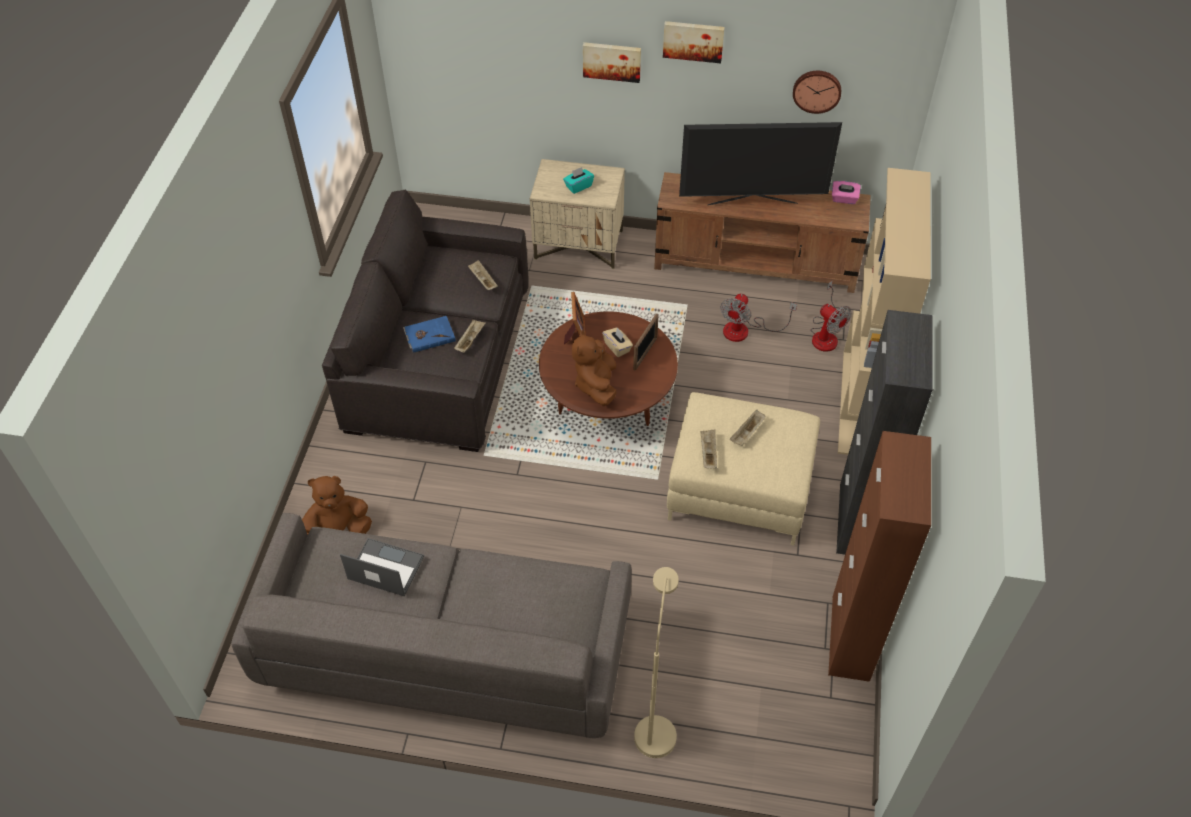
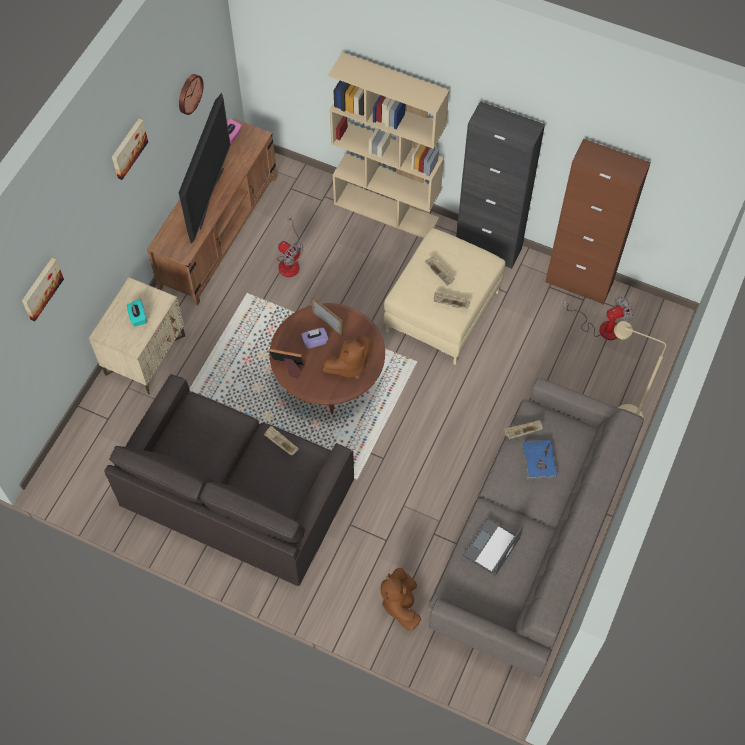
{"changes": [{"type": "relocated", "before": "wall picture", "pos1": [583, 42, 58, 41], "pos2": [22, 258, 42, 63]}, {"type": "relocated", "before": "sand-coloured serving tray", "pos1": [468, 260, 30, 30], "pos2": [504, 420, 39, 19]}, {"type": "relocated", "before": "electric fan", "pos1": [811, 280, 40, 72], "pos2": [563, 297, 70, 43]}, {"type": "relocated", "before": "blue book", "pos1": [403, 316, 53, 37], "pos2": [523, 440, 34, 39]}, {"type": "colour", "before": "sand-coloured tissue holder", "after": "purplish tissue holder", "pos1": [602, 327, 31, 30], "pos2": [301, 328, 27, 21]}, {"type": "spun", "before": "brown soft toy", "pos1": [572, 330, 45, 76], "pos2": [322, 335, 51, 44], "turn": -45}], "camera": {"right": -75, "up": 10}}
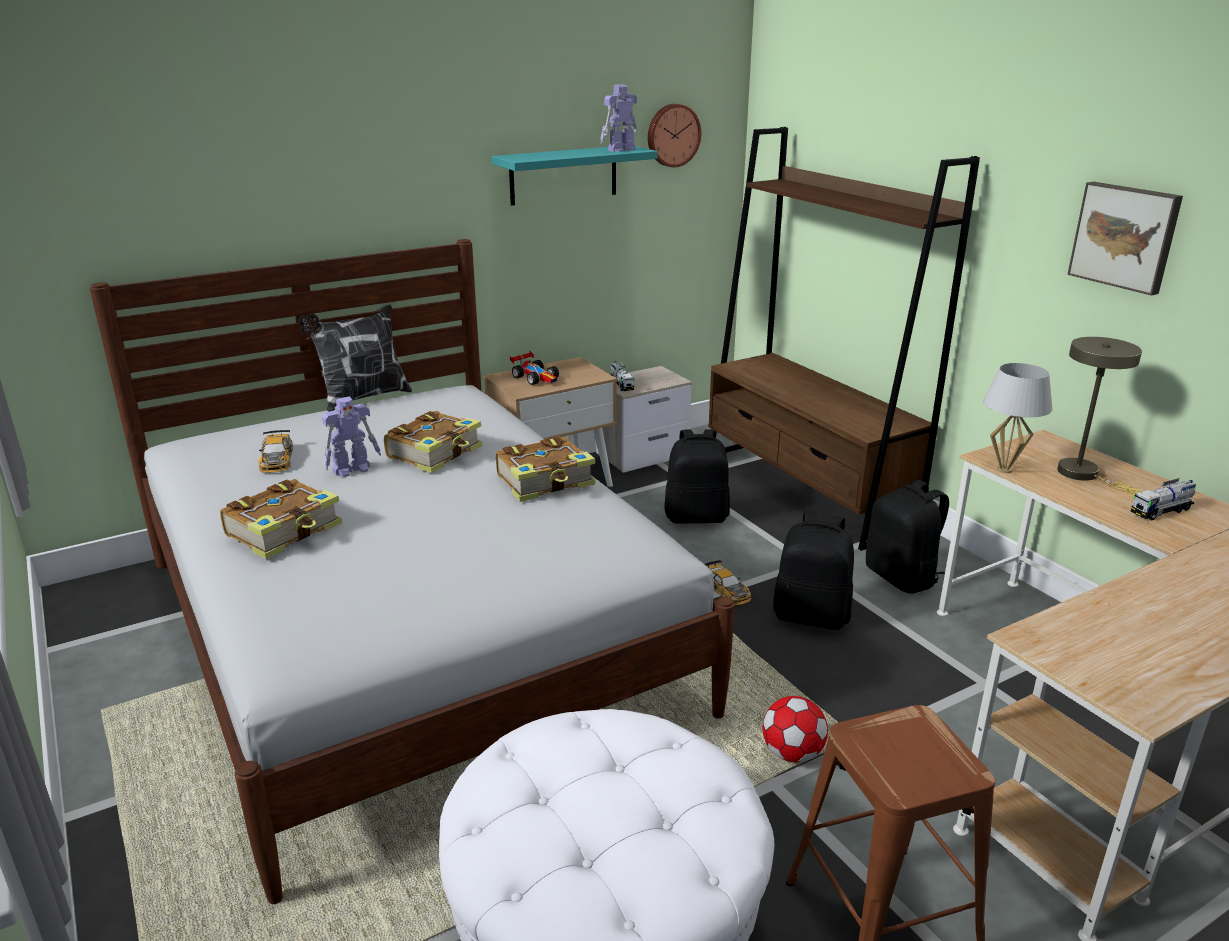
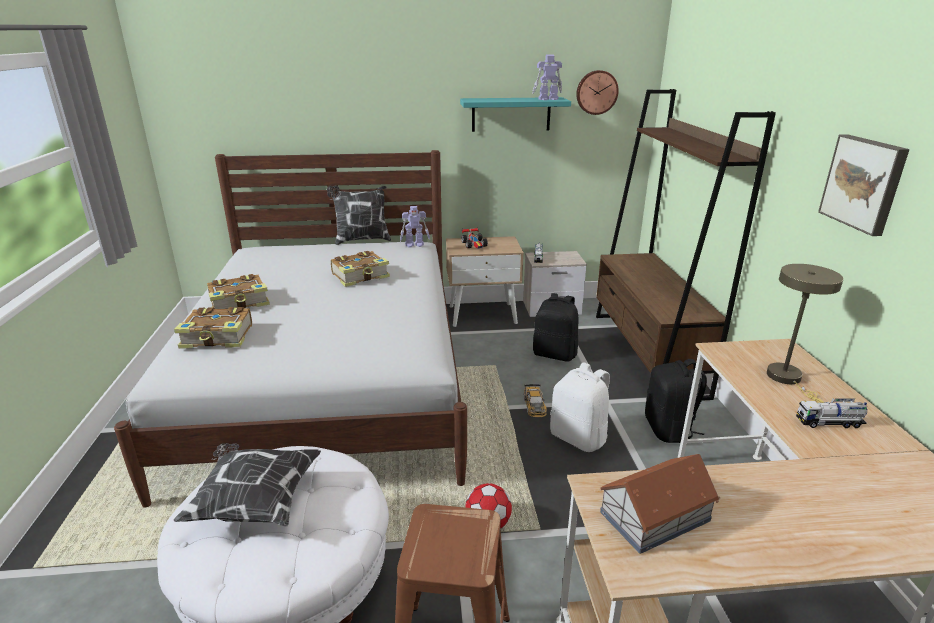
{"changes": [{"type": "missing", "before": "white-coloured lamp for a table", "pos1": [983, 363, 69, 110]}, {"type": "relocated", "before": "robot figure", "pos1": [322, 397, 59, 80], "pos2": [400, 206, 30, 41]}, {"type": "missing", "before": "toy car", "pos1": [259, 430, 34, 43]}, {"type": "relocated", "before": "book", "pos1": [496, 436, 99, 66], "pos2": [174, 307, 78, 42]}, {"type": "colour", "before": "blackish backpack", "after": "white-coloured backpack", "pos1": [773, 512, 81, 118], "pos2": [550, 362, 60, 90]}, {"type": "appeared", "after": "pillow", "pos2": [174, 443, 147, 84]}, {"type": "appeared", "after": "model house", "pos2": [600, 454, 120, 100]}], "camera": {"right": 25, "up": 0}}
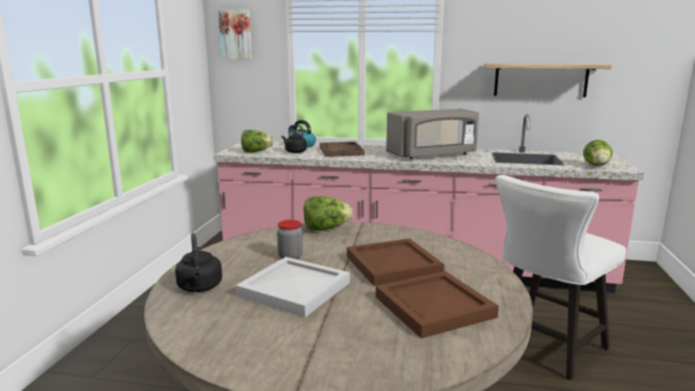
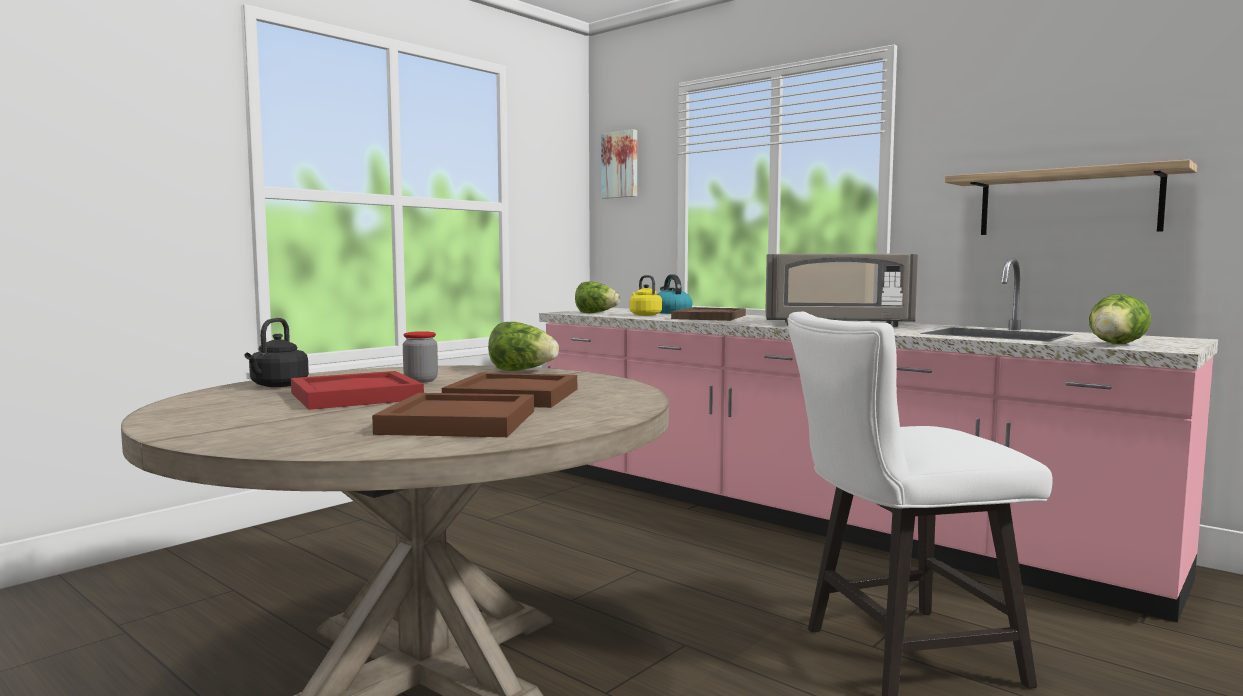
{"changes": [{"type": "colour", "before": "blackish water kettle", "after": "yellow water kettle", "pos1": [282, 125, 25, 28], "pos2": [630, 275, 32, 41]}, {"type": "colour", "before": "white-coloured serving tray", "after": "red serving tray", "pos1": [236, 257, 114, 60], "pos2": [291, 371, 133, 39]}], "camera": {"right": 30, "up": -10}}
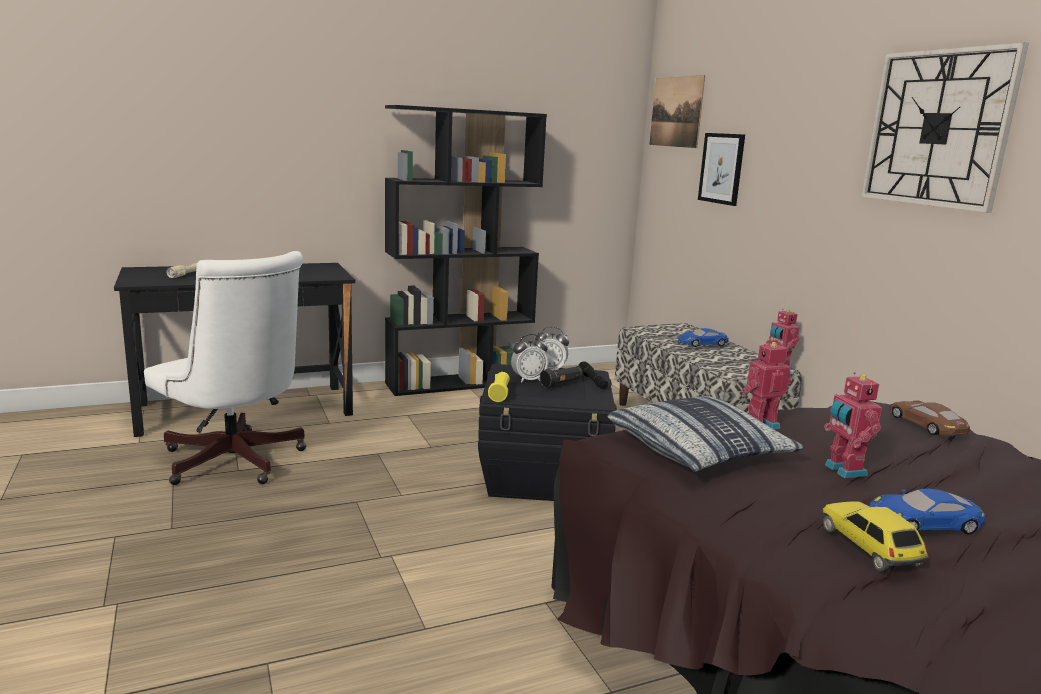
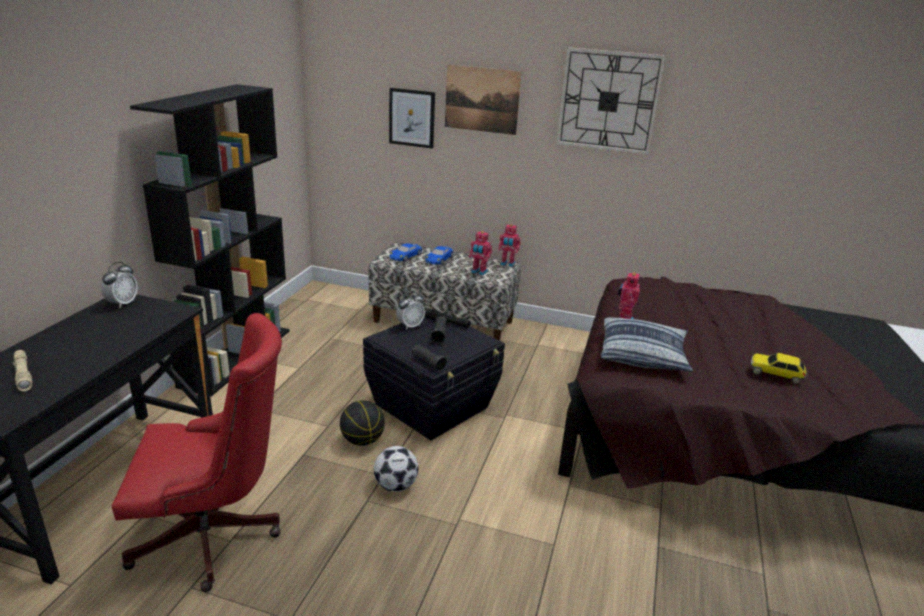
{"changes": [{"type": "relocated", "before": "wall picture", "pos1": [649, 75, 56, 73], "pos2": [445, 65, 77, 70]}, {"type": "colour", "before": "white-coloured desk chair", "after": "red desk chair", "pos1": [144, 251, 162, 234], "pos2": [112, 313, 170, 279]}, {"type": "relocated", "before": "bedside clock", "pos1": [511, 334, 37, 49], "pos2": [101, 262, 37, 47]}, {"type": "colour", "before": "yellow torch", "after": "blackish torch", "pos1": [488, 372, 22, 30], "pos2": [412, 344, 35, 27]}, {"type": "relocated", "before": "robot figure", "pos1": [824, 372, 58, 106], "pos2": [469, 231, 23, 44]}, {"type": "missing", "before": "brown toy car", "pos1": [889, 400, 81, 36]}, {"type": "relocated", "before": "blue toy car", "pos1": [869, 489, 116, 46], "pos2": [390, 243, 32, 18]}, {"type": "appeared", "after": "basketball ball", "pos2": [340, 400, 45, 46]}, {"type": "appeared", "after": "ball for football", "pos2": [374, 446, 44, 46]}], "camera": {"right": -50, "up": 10}}
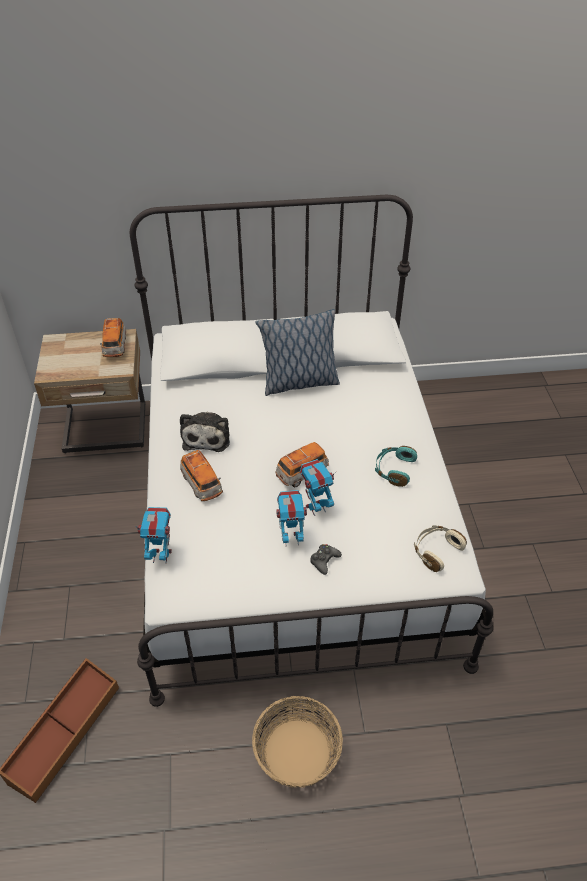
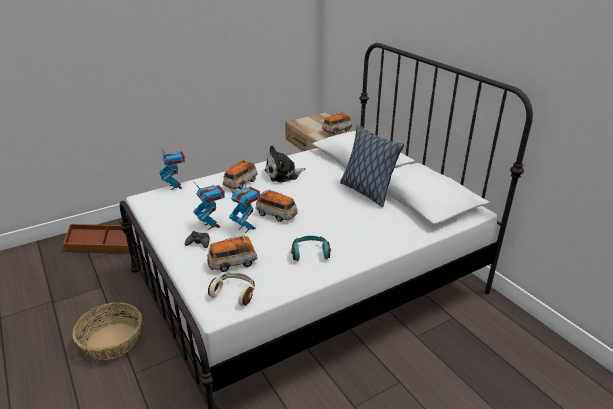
{"changes": [{"type": "appeared", "after": "toy car", "pos2": [207, 235, 50, 37]}], "camera": {"right": 65, "up": -15}}
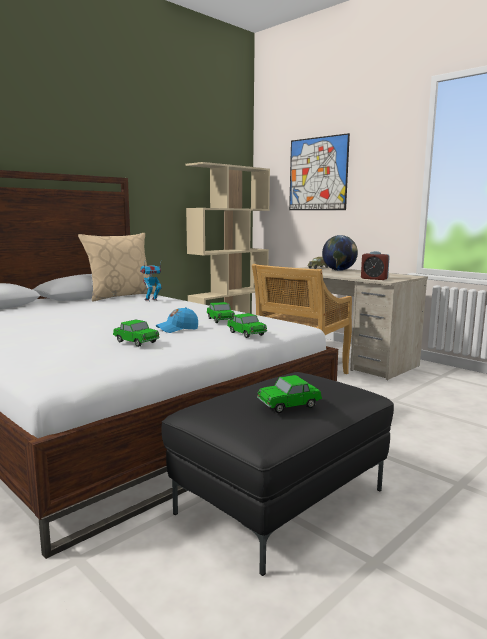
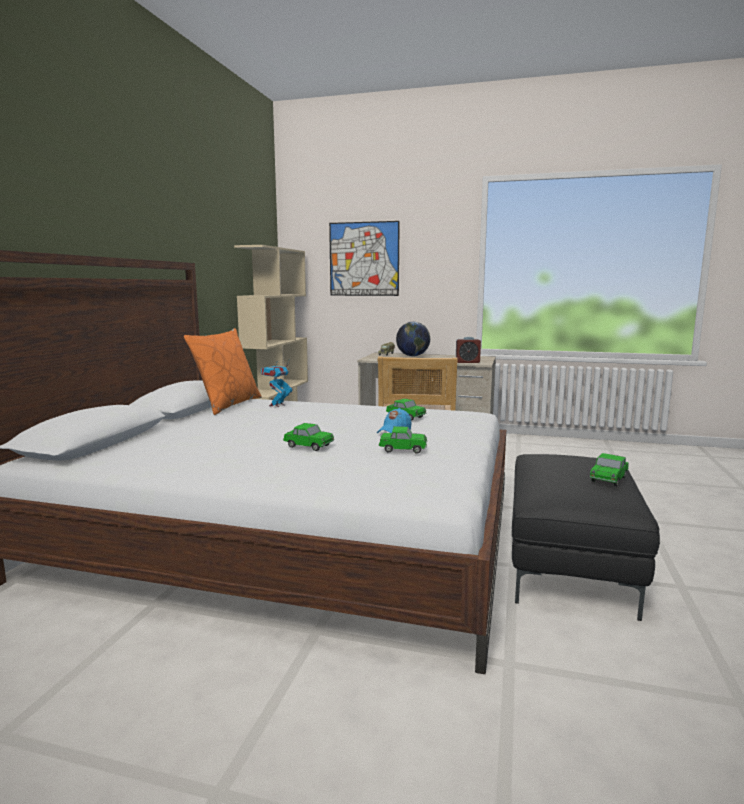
{"changes": [{"type": "colour", "before": "sand-coloured pillow", "after": "orange-coloured pillow", "pos1": [78, 233, 78, 69], "pos2": [184, 328, 78, 87]}, {"type": "relocated", "before": "toy car", "pos1": [227, 313, 40, 25], "pos2": [283, 423, 51, 28]}], "camera": {"right": -30, "up": 0}}
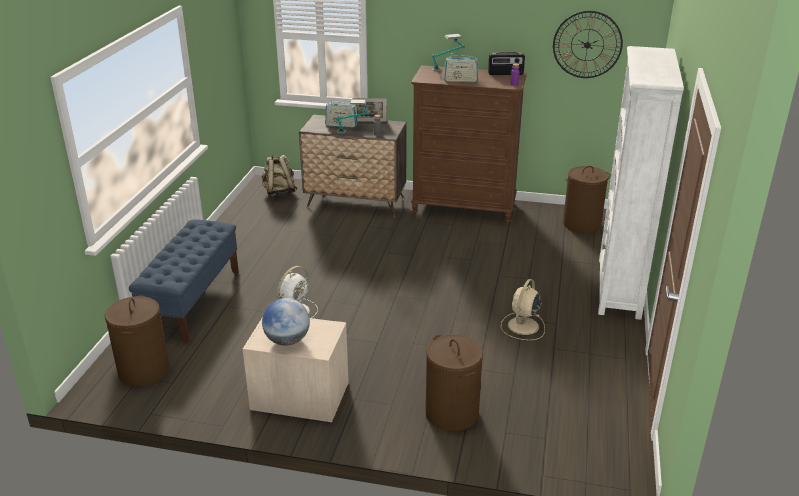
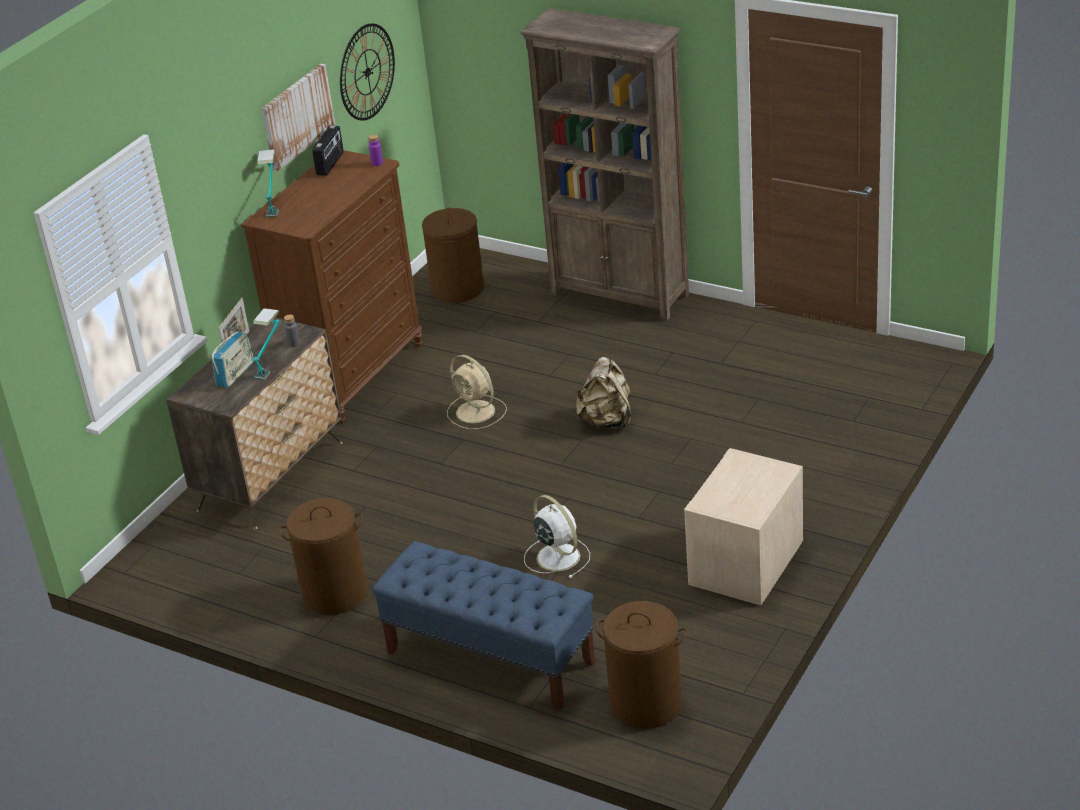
{"changes": [{"type": "colour", "before": "white-coloured bookshelf", "after": "brown bookshelf", "pos1": [598, 46, 86, 274], "pos2": [520, 8, 169, 312]}, {"type": "missing", "before": "radio receiver", "pos1": [444, 53, 34, 29]}, {"type": "relocated", "before": "sand-coloured backpack", "pos1": [262, 154, 36, 43], "pos2": [576, 357, 55, 72]}, {"type": "relocated", "before": "sand-coloured electric fan", "pos1": [501, 279, 44, 61], "pos2": [447, 355, 60, 74]}, {"type": "missing", "before": "desk globe", "pos1": [262, 298, 48, 48]}, {"type": "relocated", "before": "brown hamper", "pos1": [425, 334, 58, 97], "pos2": [279, 498, 88, 117]}, {"type": "appeared", "after": "wall picture", "pos2": [262, 64, 73, 107]}], "camera": {"right": -70, "up": 5}}
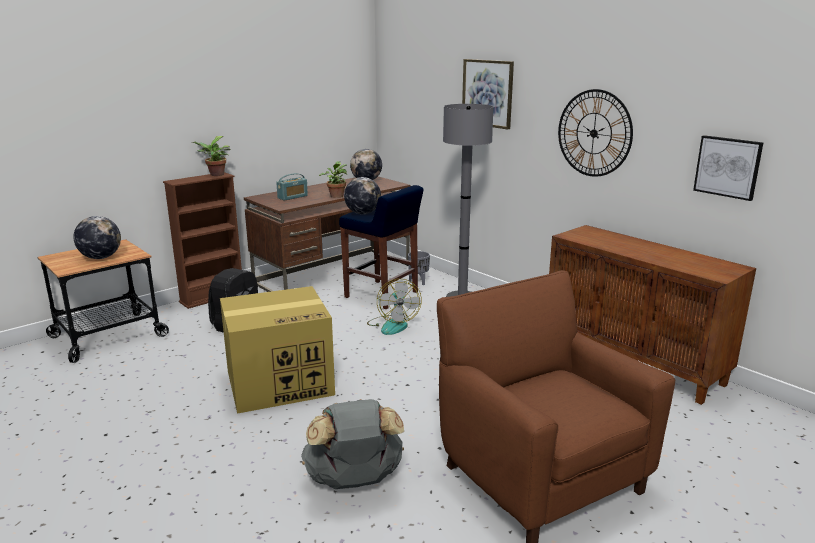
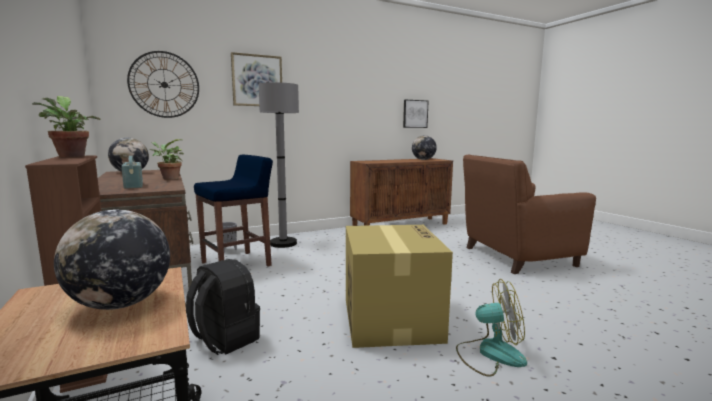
{"changes": [{"type": "relocated", "before": "clock on the wall", "pos1": [558, 89, 75, 88], "pos2": [127, 51, 72, 67]}, {"type": "relocated", "before": "desk globe", "pos1": [344, 177, 37, 37], "pos2": [412, 135, 25, 25]}, {"type": "relocated", "before": "electric fan", "pos1": [367, 279, 55, 56], "pos2": [456, 279, 71, 98]}, {"type": "missing", "before": "greyish backpack", "pos1": [301, 399, 103, 90]}], "camera": {"right": -75, "up": -10}}
